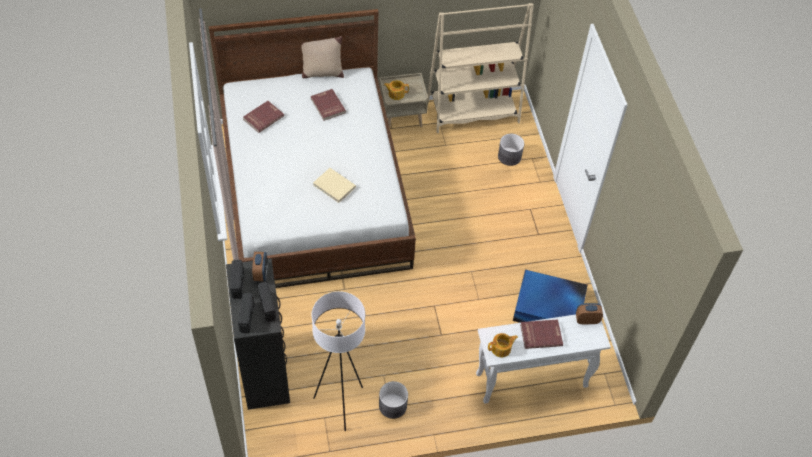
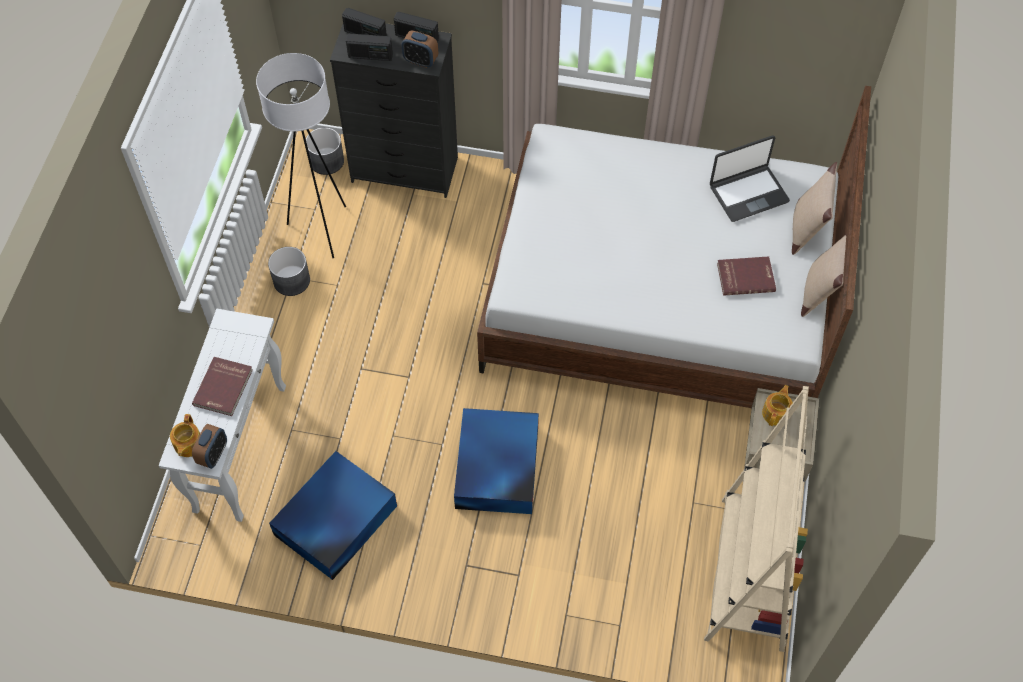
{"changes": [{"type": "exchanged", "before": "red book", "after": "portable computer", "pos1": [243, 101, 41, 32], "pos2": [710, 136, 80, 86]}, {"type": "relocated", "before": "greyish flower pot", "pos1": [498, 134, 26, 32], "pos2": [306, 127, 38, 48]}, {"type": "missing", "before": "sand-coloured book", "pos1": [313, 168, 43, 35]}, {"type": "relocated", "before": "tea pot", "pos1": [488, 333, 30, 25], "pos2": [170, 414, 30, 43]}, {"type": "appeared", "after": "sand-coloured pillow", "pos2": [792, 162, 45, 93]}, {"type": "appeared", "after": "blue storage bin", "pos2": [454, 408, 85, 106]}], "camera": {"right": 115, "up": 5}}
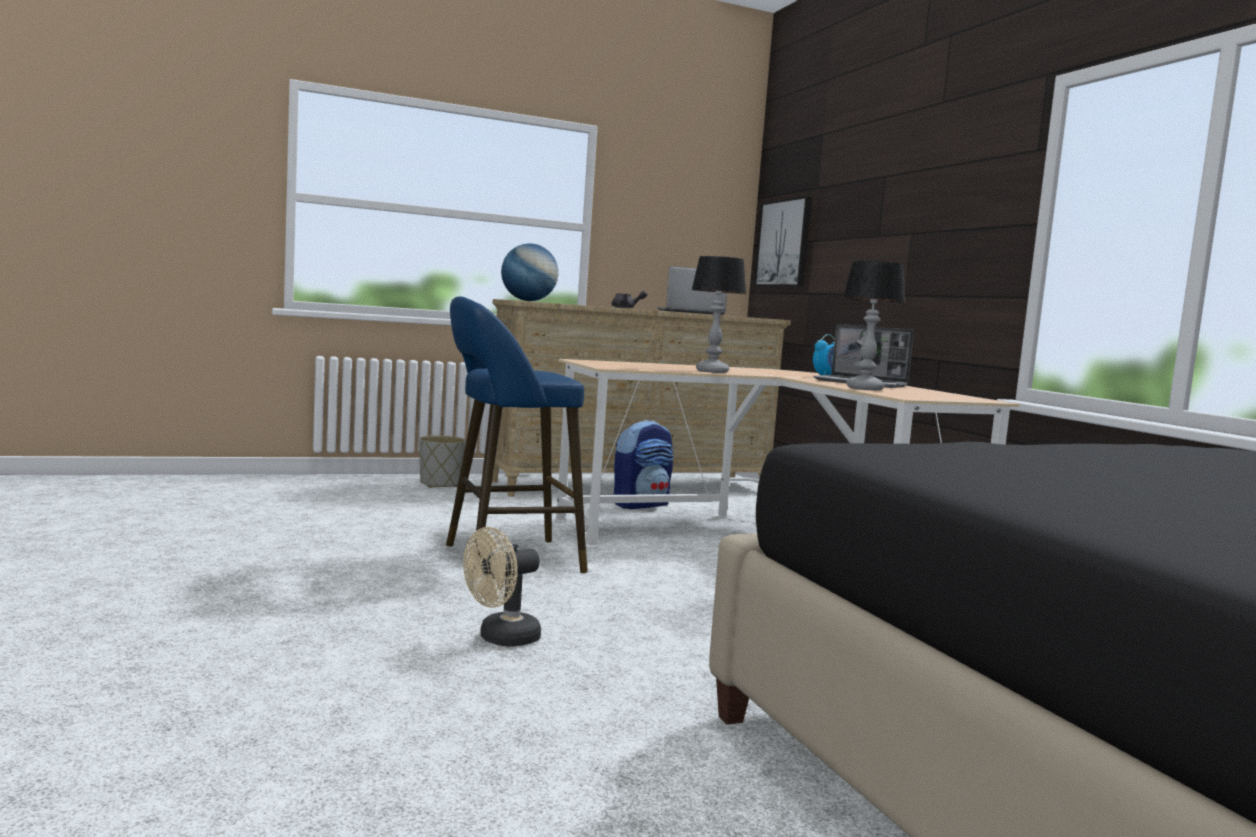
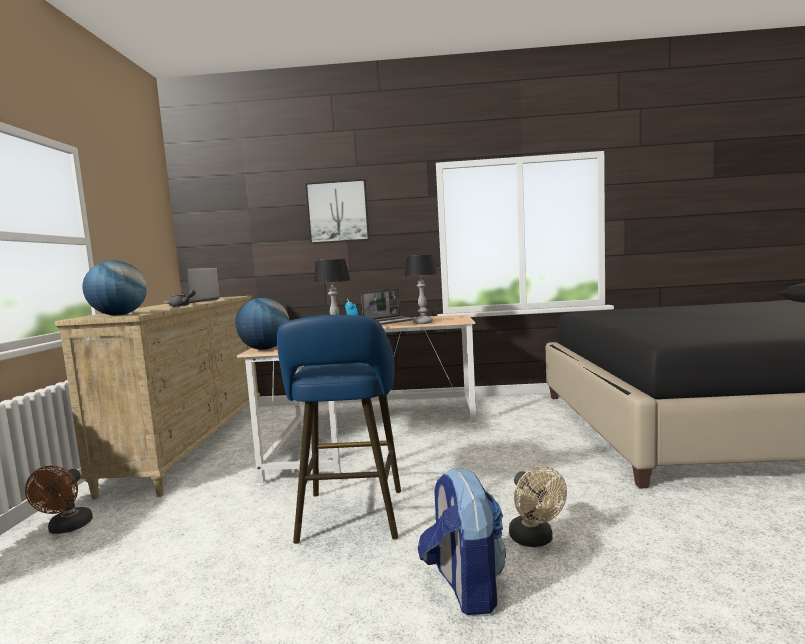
{"changes": [{"type": "relocated", "before": "wall picture", "pos1": [754, 196, 58, 91], "pos2": [305, 179, 65, 65]}, {"type": "relocated", "before": "backpack", "pos1": [614, 420, 60, 89], "pos2": [418, 468, 88, 147]}, {"type": "exchanged", "before": "greyish flower pot", "after": "brown electric fan", "pos1": [420, 436, 46, 52], "pos2": [25, 466, 68, 68]}, {"type": "appeared", "after": "desk globe", "pos2": [235, 298, 54, 52]}], "camera": {"right": -65, "up": 0}}
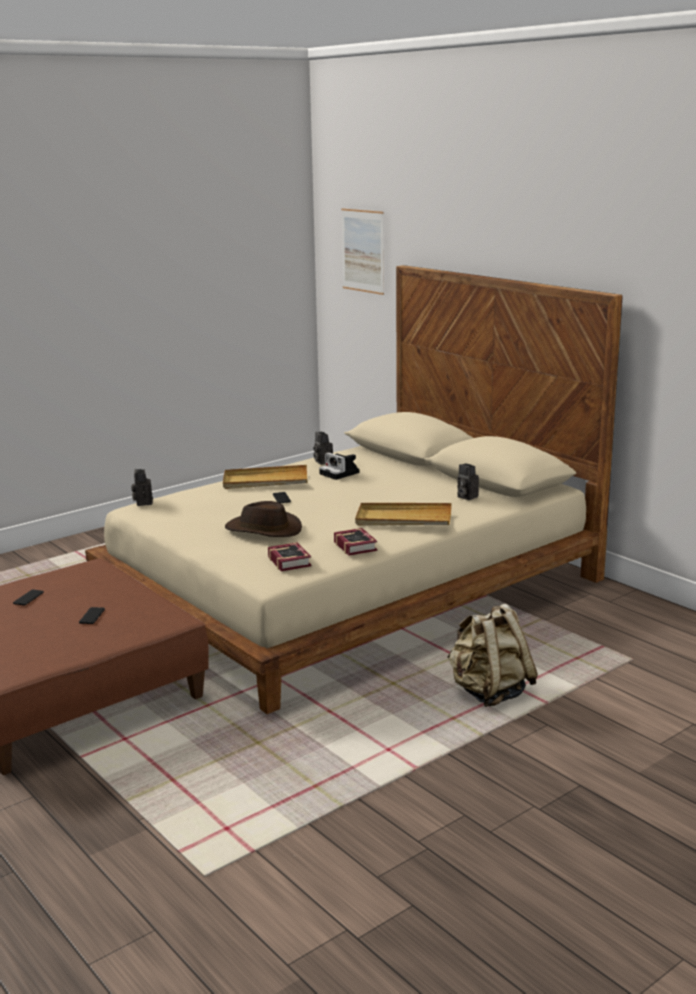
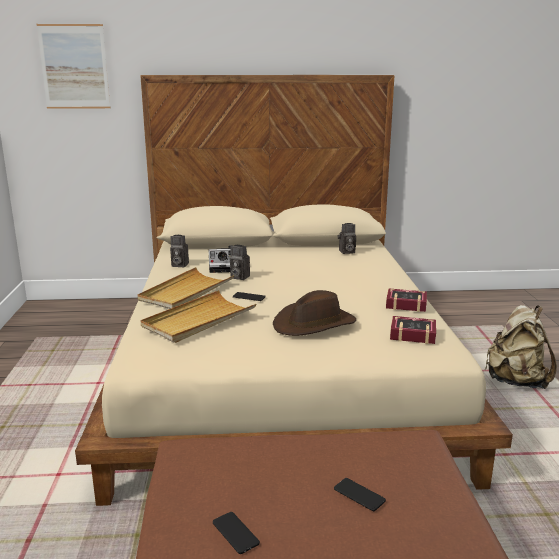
{"changes": [{"type": "relocated", "before": "photo camera", "pos1": [131, 469, 22, 37], "pos2": [230, 245, 20, 35]}, {"type": "relocated", "before": "sand-coloured serving tray", "pos1": [355, 503, 97, 23], "pos2": [140, 290, 116, 53]}], "camera": {"right": -55, "up": 0}}
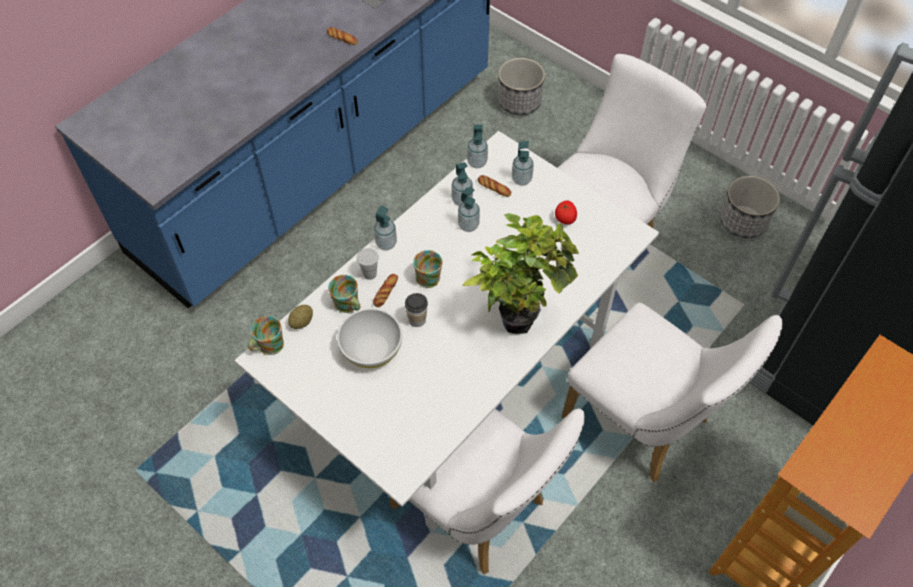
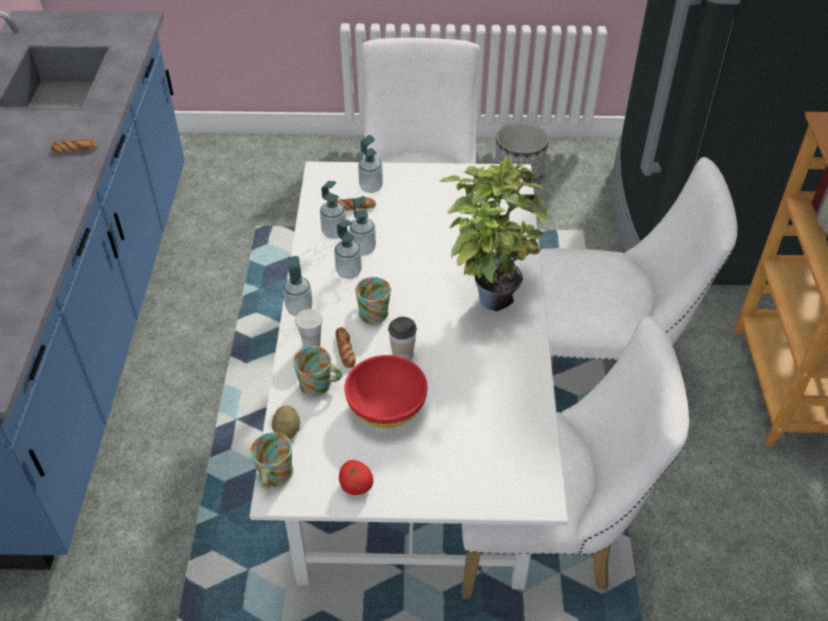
{"changes": [{"type": "missing", "before": "flower pot", "pos1": [498, 58, 47, 57]}, {"type": "relocated", "before": "soap bottle", "pos1": [467, 125, 21, 43], "pos2": [334, 220, 28, 59]}, {"type": "relocated", "before": "tomato", "pos1": [555, 201, 22, 23], "pos2": [339, 460, 34, 35]}, {"type": "colour", "before": "white-coloured bowl", "after": "red bowl", "pos1": [337, 308, 65, 60], "pos2": [344, 355, 84, 73]}], "camera": {"right": -40, "up": -10}}
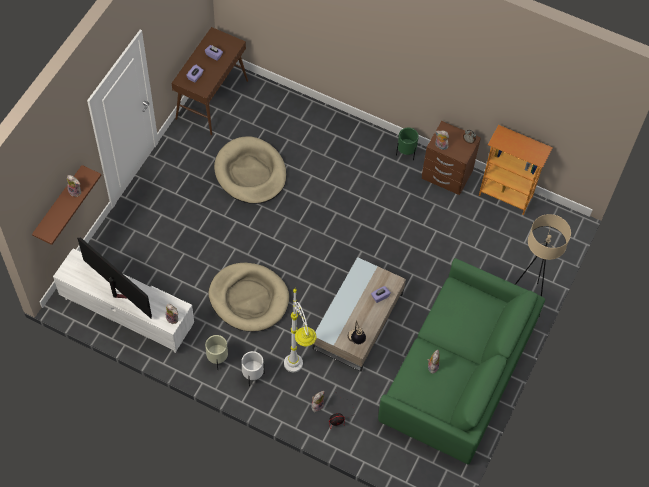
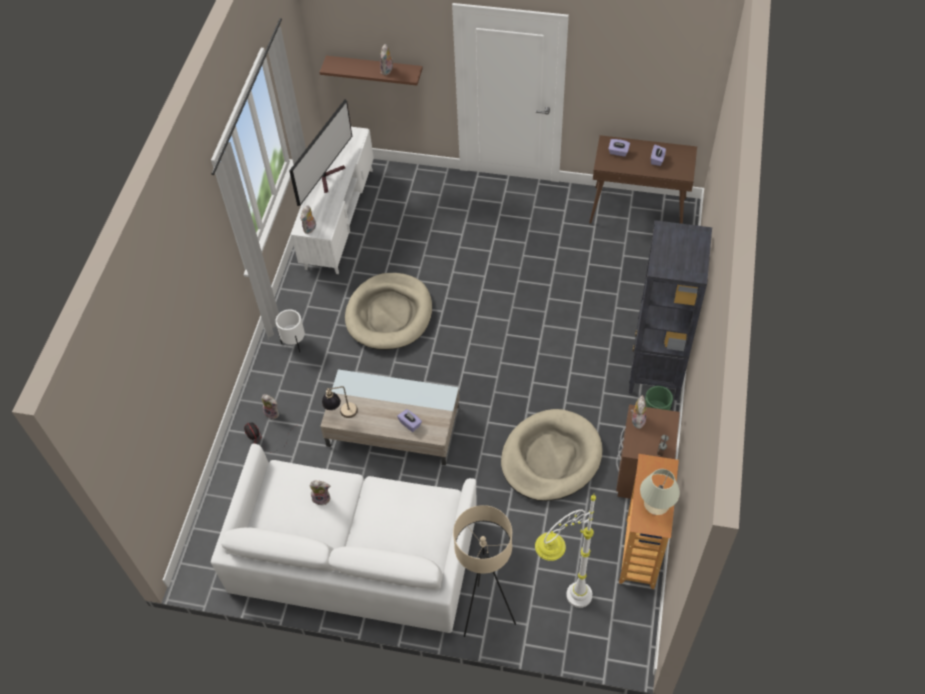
{"changes": [{"type": "relocated", "before": "sand-coloured pet bed", "pos1": [214, 136, 73, 68], "pos2": [501, 409, 102, 92]}, {"type": "colour", "before": "green-coloured settee", "after": "white-coloured settee", "pos1": [378, 258, 167, 206], "pos2": [211, 443, 266, 190]}, {"type": "relocated", "before": "white-coloured floor lamp", "pos1": [284, 289, 32, 84], "pos2": [535, 495, 61, 113]}, {"type": "missing", "before": "sand-coloured flower pot", "pos1": [205, 335, 23, 34]}, {"type": "appeared", "after": "blackish bookshelf", "pos2": [628, 220, 84, 180]}, {"type": "appeared", "after": "sand-coloured lamp for a table", "pos2": [640, 469, 40, 46]}], "camera": {"right": 80, "up": -5}}
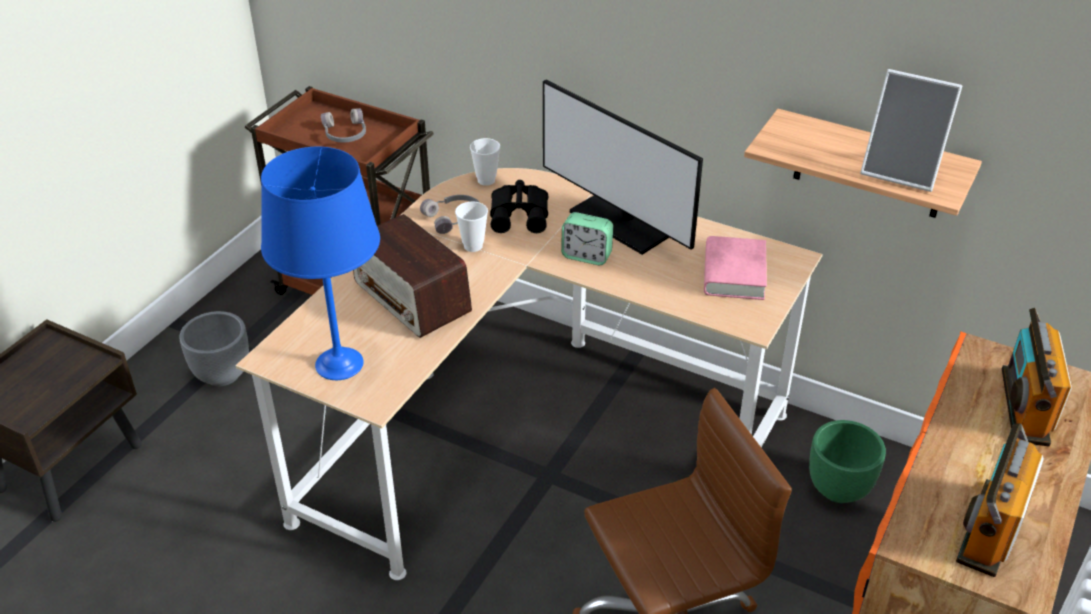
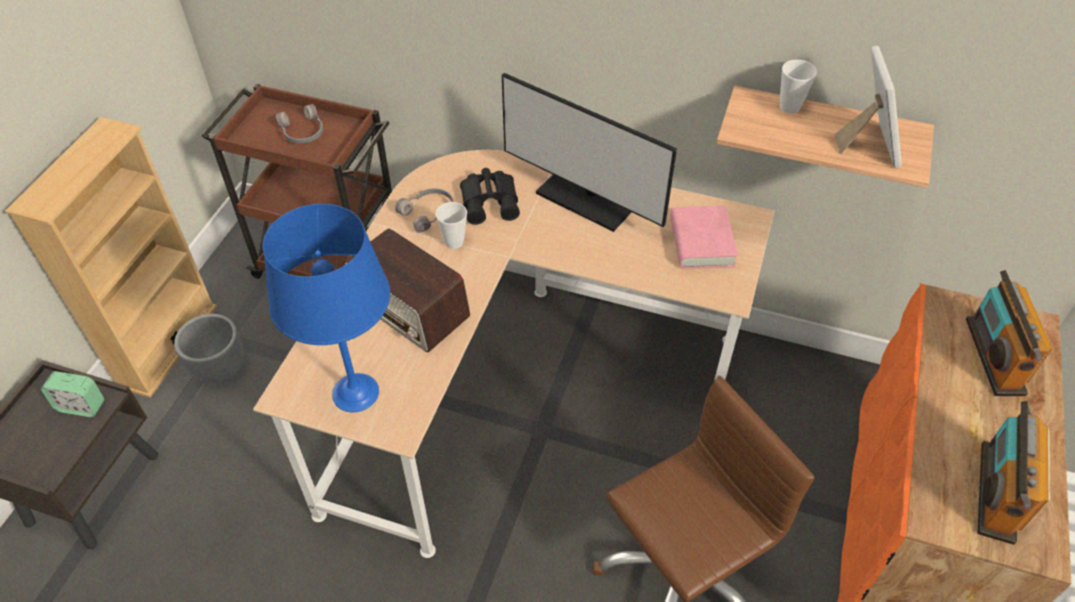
{"changes": [{"type": "spun", "before": "photo frame", "pos1": [860, 69, 102, 123], "pos2": [835, 45, 67, 123], "turn": -105}, {"type": "relocated", "before": "small cup", "pos1": [470, 138, 30, 48], "pos2": [780, 60, 37, 54]}, {"type": "relocated", "before": "bedside clock", "pos1": [561, 212, 52, 53], "pos2": [41, 371, 63, 46]}, {"type": "missing", "before": "green-coloured flower pot", "pos1": [809, 420, 77, 83]}, {"type": "appeared", "after": "sand-coloured bookshelf", "pos2": [5, 117, 212, 281]}], "camera": {"right": -10, "up": 10}}
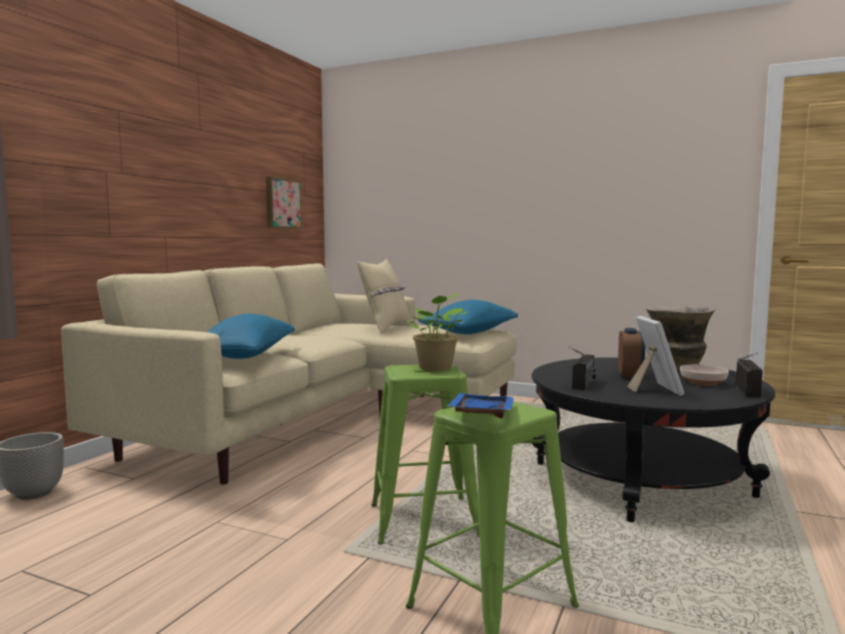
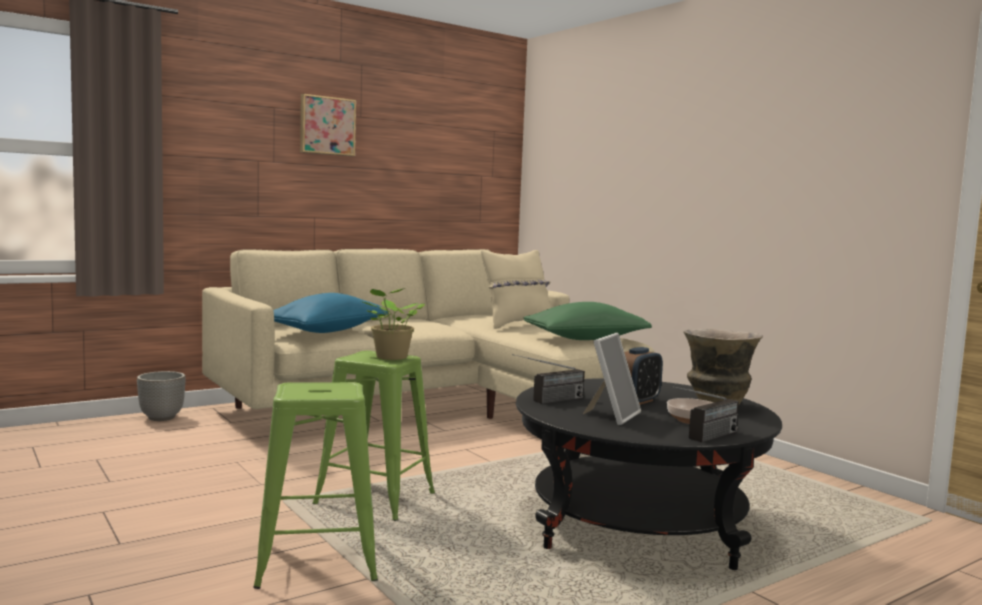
{"changes": [{"type": "relocated", "before": "wall picture", "pos1": [266, 177, 36, 52], "pos2": [300, 94, 56, 62]}, {"type": "colour", "before": "blue pillow", "after": "green-coloured pillow", "pos1": [418, 300, 100, 34], "pos2": [524, 302, 128, 38]}, {"type": "missing", "before": "blue serving tray", "pos1": [447, 393, 67, 26]}], "camera": {"right": 30, "up": 0}}
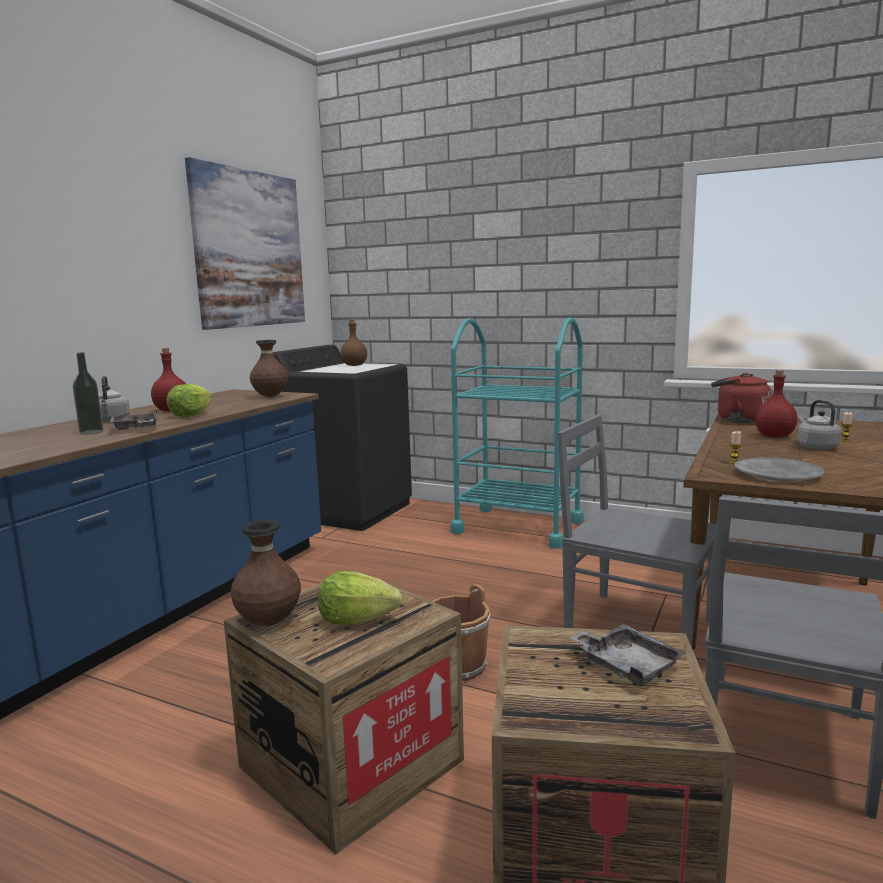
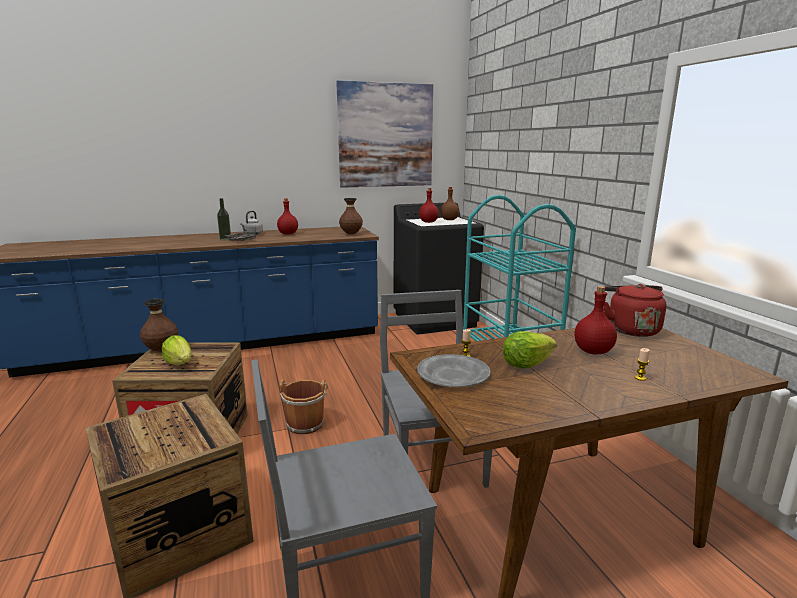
{"changes": [{"type": "relocated", "before": "head of lettuce", "pos1": [166, 384, 47, 34], "pos2": [503, 331, 54, 38]}, {"type": "missing", "before": "greyish water kettle", "pos1": [797, 400, 44, 50]}, {"type": "missing", "before": "greyish serving tray", "pos1": [569, 624, 117, 63]}, {"type": "appeared", "after": "red beverage bottle", "pos2": [419, 188, 20, 35]}], "camera": {"right": 45, "up": 5}}
